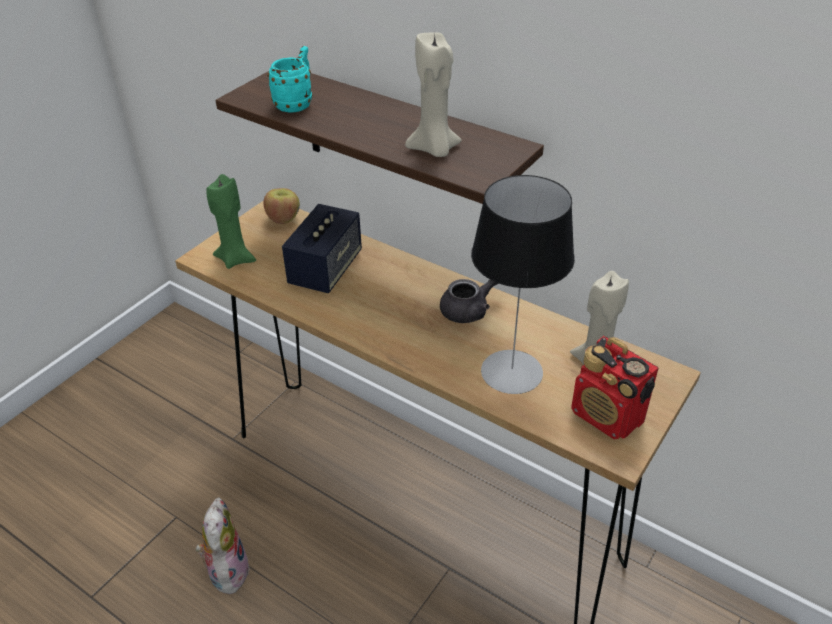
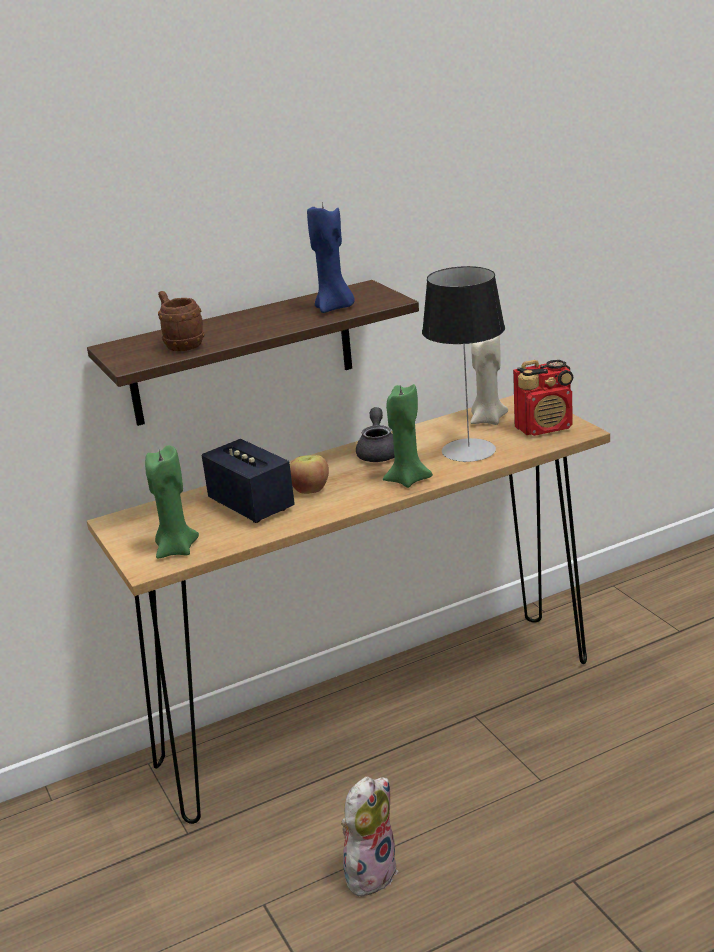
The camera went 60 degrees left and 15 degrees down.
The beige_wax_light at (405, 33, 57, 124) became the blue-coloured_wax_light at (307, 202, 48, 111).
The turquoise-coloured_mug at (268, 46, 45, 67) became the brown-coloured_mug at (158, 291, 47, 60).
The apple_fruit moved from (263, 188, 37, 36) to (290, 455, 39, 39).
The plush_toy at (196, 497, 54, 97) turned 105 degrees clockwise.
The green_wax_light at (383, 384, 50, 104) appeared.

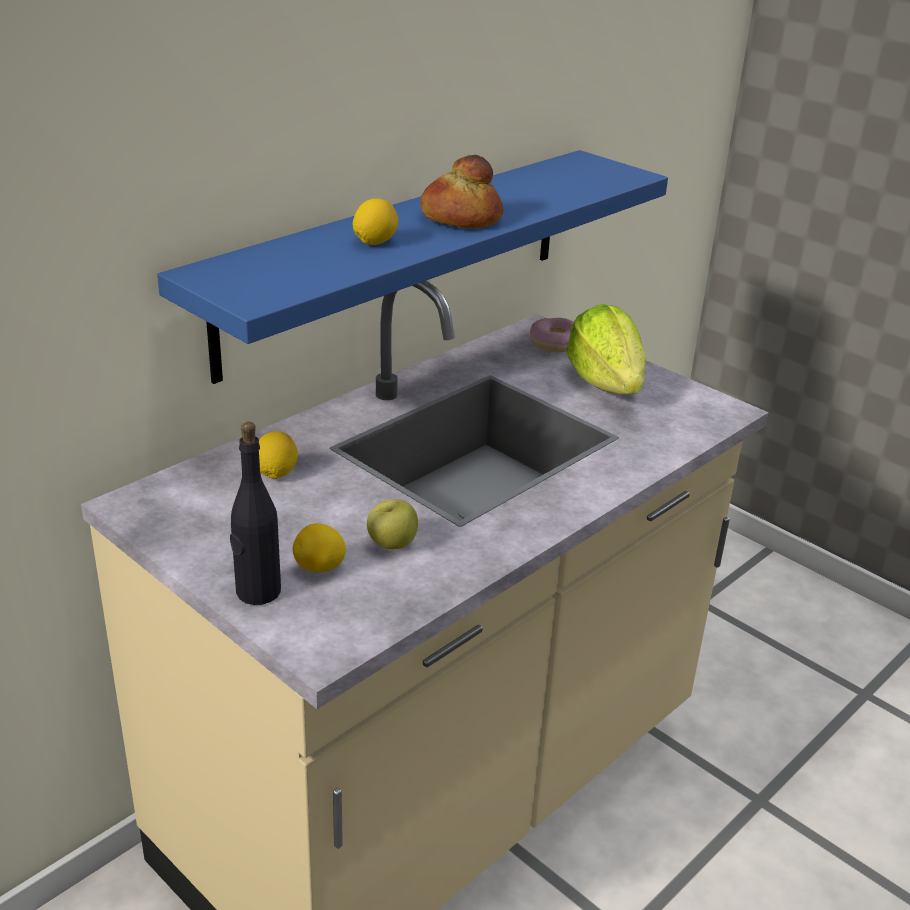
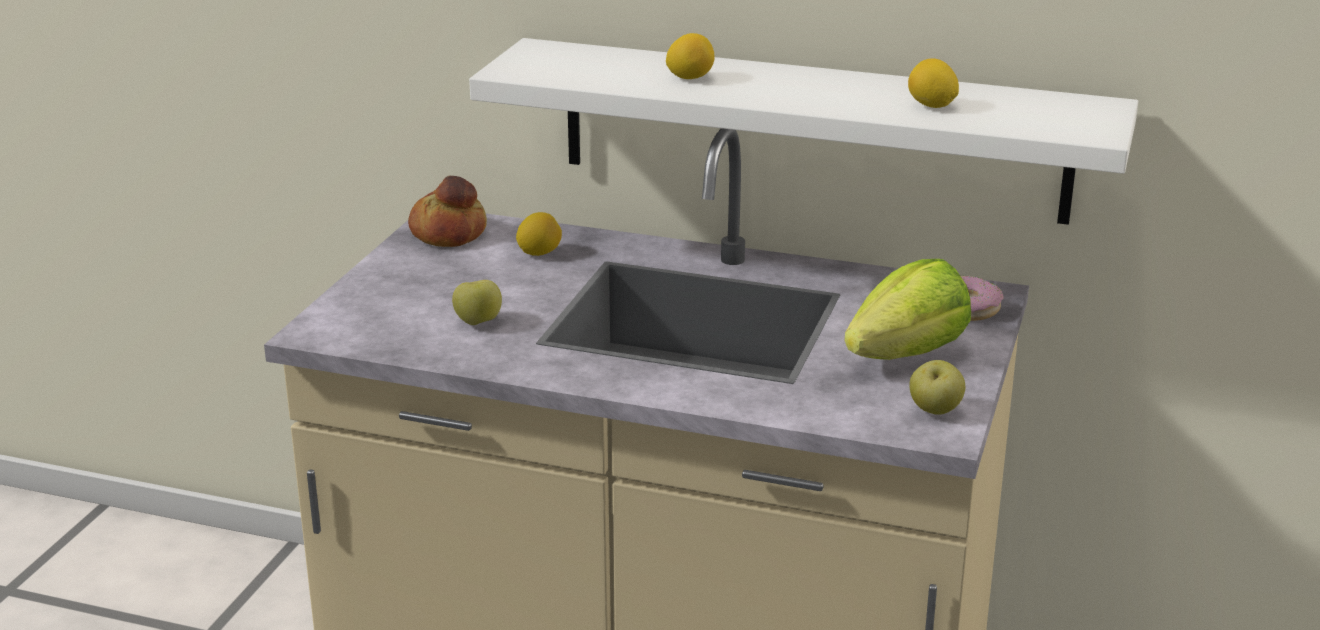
The camera went 65 degrees right and 5 degrees down.
The blue-coloured_bracket_shelf at (157, 150, 511, 234) became the white_bracket_shelf at (469, 38, 669, 187).
The bakery_bread moved from (420, 155, 83, 73) to (408, 176, 79, 71).
The blackish_drink_bottle at (230, 422, 51, 183) disappeared.
The whole_lemon moved from (293, 523, 53, 49) to (908, 58, 51, 50).
The apple_fruit at (909, 360, 56, 55) appeared.

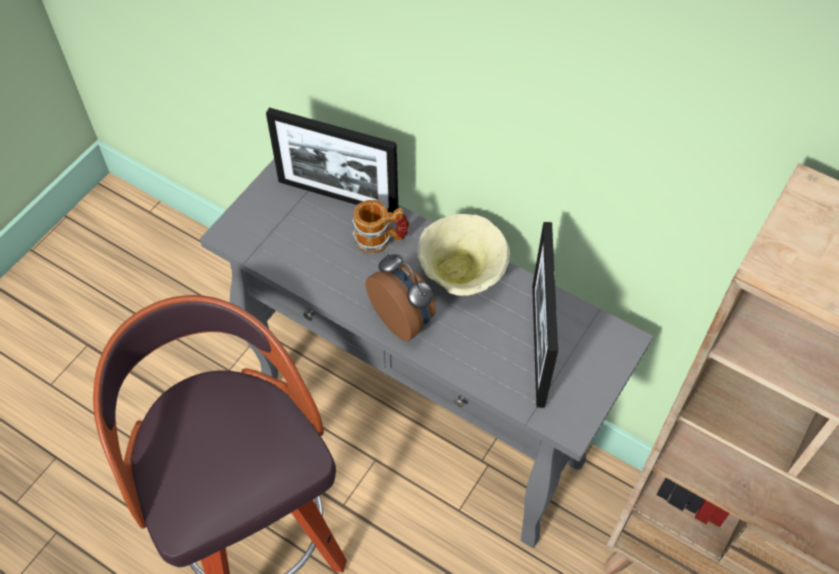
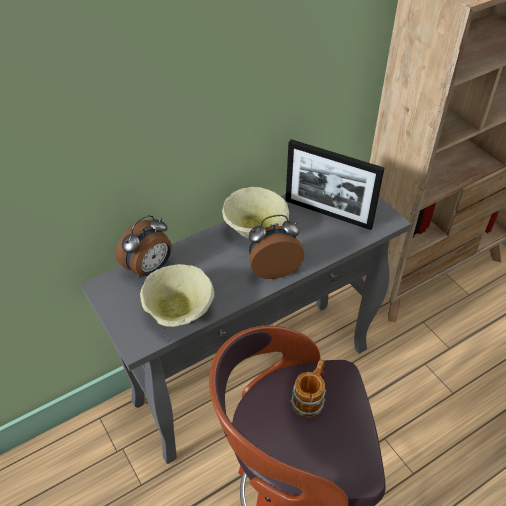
The camera went 65 degrees left and 10 degrees down.
The picture_frame at (266, 108, 132, 105) was replaced by the table_clock at (115, 215, 57, 63).
The mug moved from (352, 200, 57, 53) to (290, 360, 36, 58).
The beige_deep_dish at (140, 264, 74, 63) appeared.

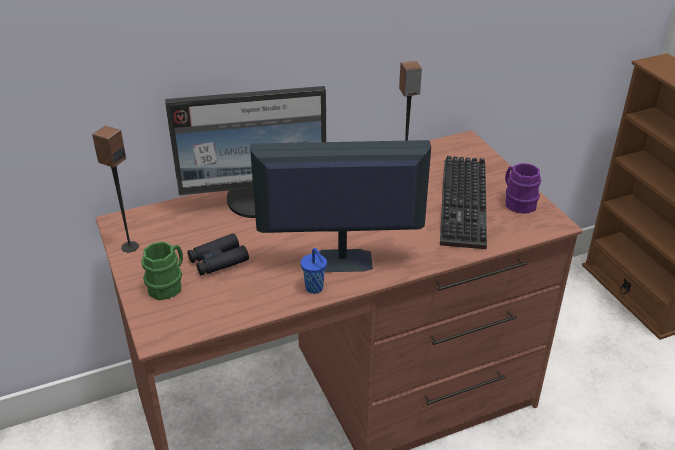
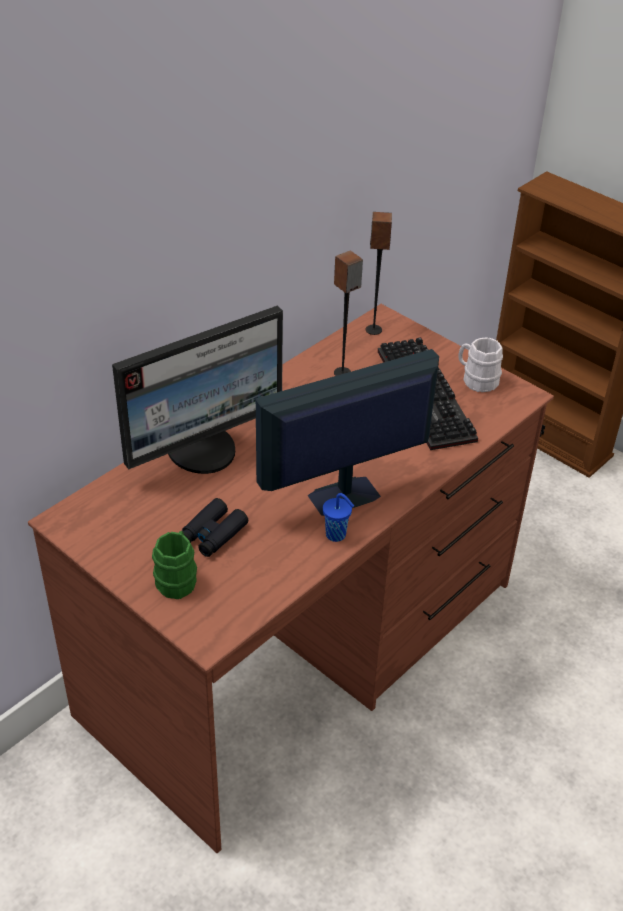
The camera went 25 degrees left and 5 degrees up.
The speaker moved from (92, 126, 47, 126) to (366, 212, 26, 123).
The purple_mug at (505, 163, 36, 51) became the white_mug at (458, 337, 45, 55).

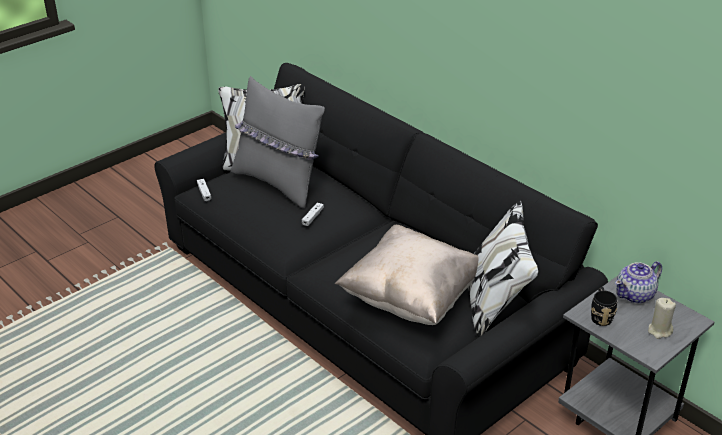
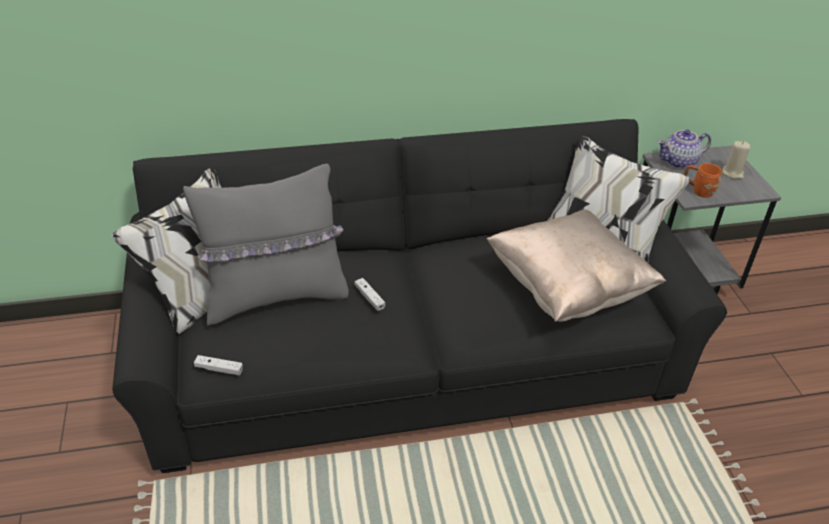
The camera went 60 degrees left and 5 degrees up.
The tea_pot at (615, 261, 47, 42) turned 75 degrees clockwise.
The blackish_mug at (591, 287, 26, 39) became the orangey_mug at (684, 163, 38, 35).

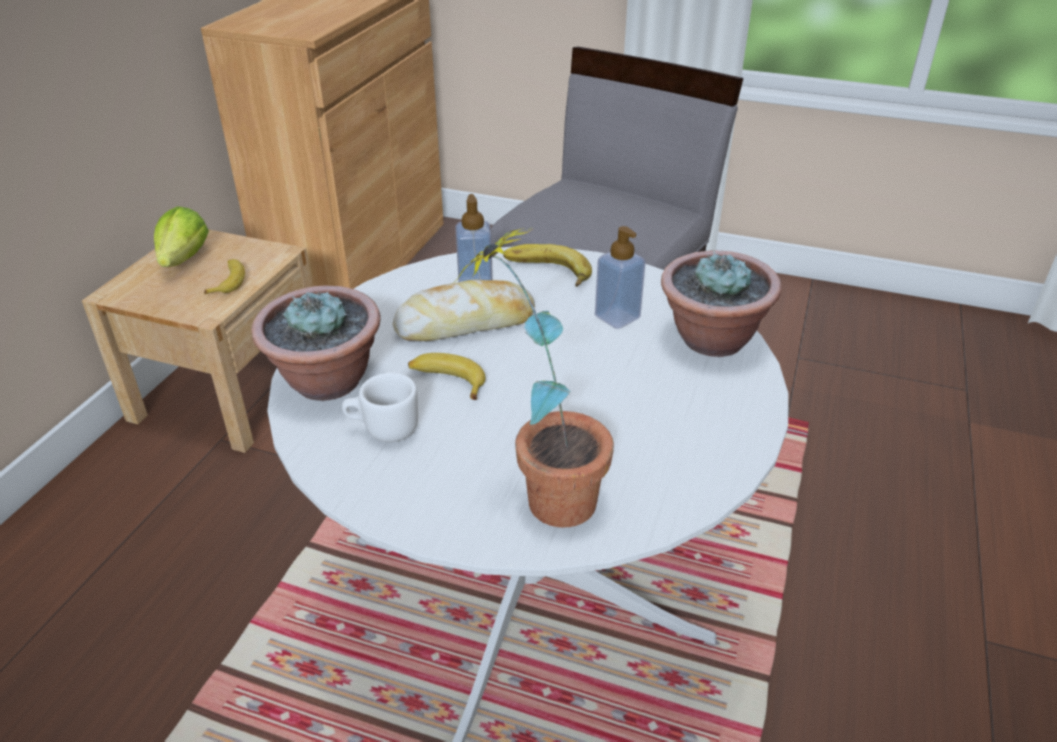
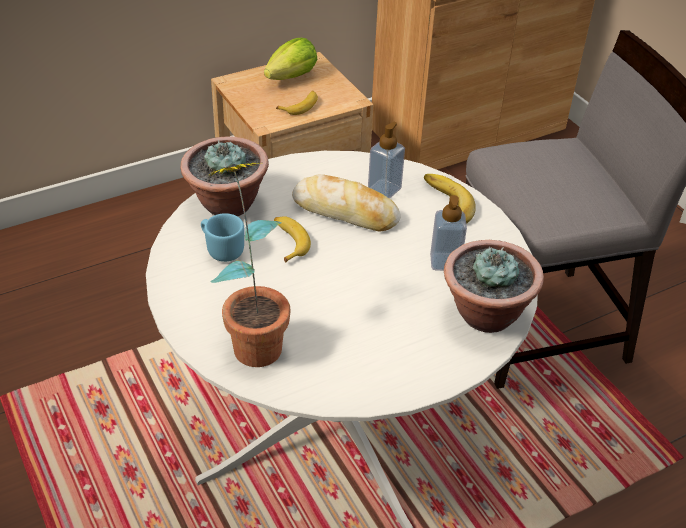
The camera went 40 degrees right and 5 degrees up.
The white_mug at (342, 373, 76, 69) became the blue-coloured_mug at (201, 213, 43, 49).

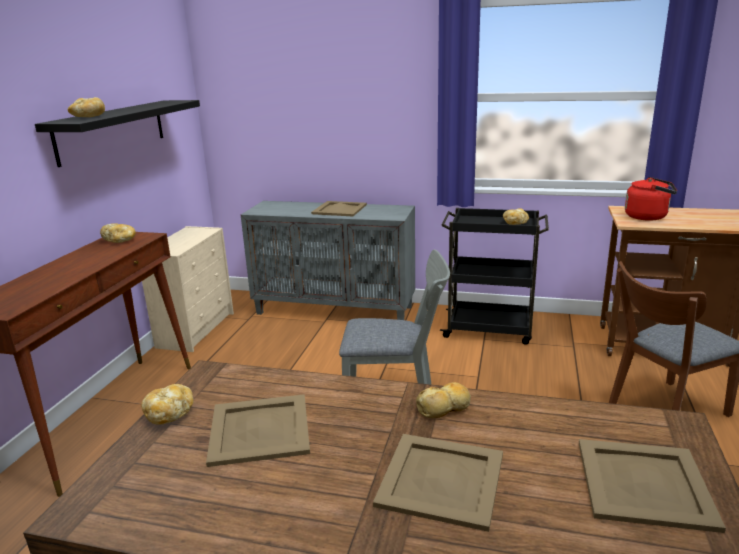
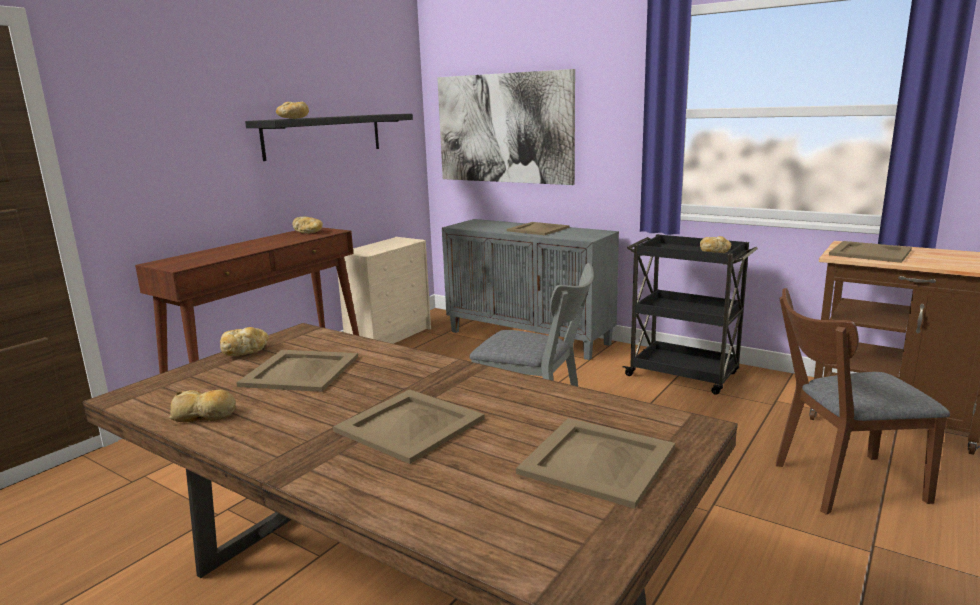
The camera went 20 degrees right and 5 degrees down.
The red_water_kettle at (625, 177, 52, 44) was replaced by the beige_tray at (829, 241, 83, 22).
The bakery_bread moved from (416, 382, 55, 36) to (169, 390, 67, 32).
The wall_picture at (437, 69, 138, 116) appeared.

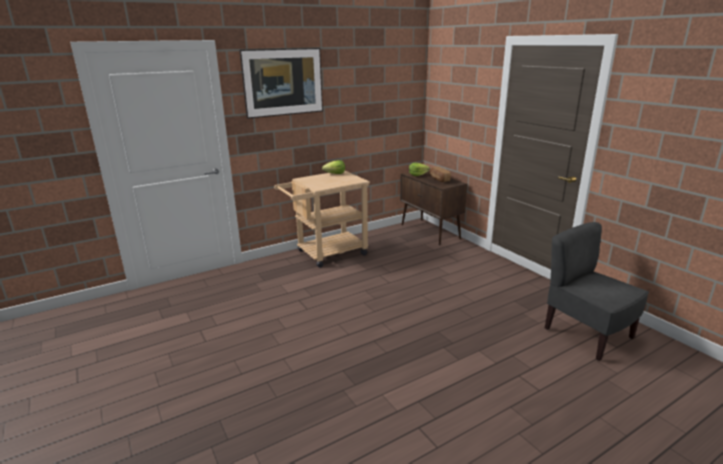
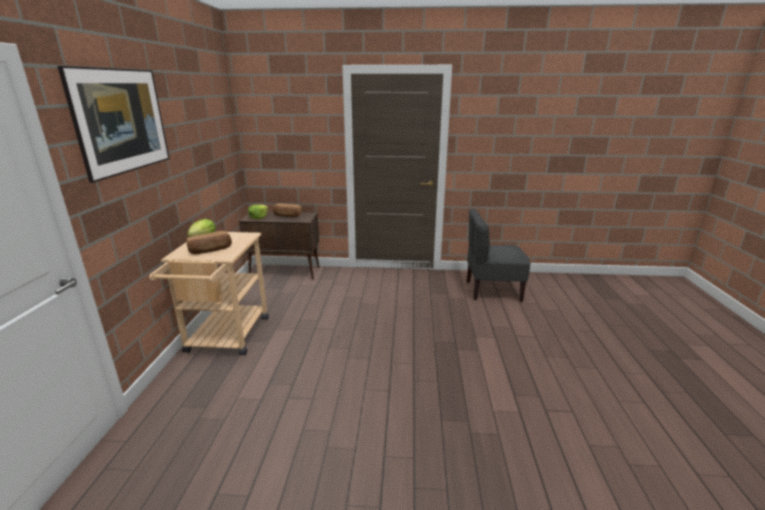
The camera went 55 degrees left and 0 degrees up.
The bakery_bread at (186, 231, 46, 24) appeared.

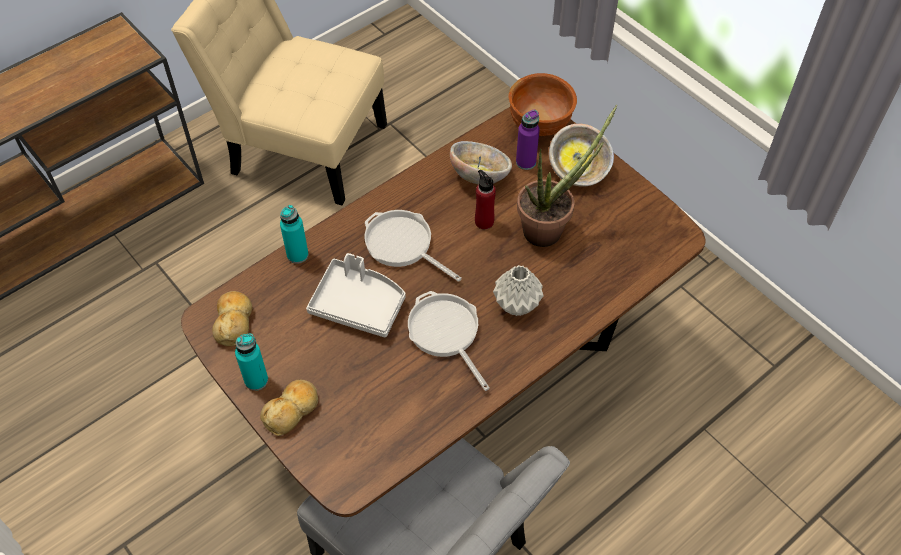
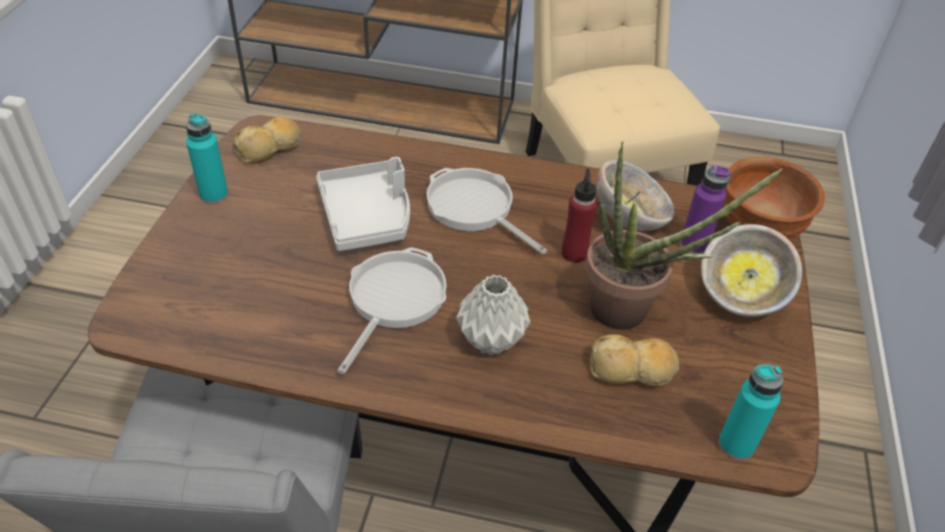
The camera went 50 degrees right and 10 degrees down.
The turquoise-coloured_drink_bottle moved from (280, 205, 29, 59) to (719, 364, 64, 96).
The pan at (364, 210, 98, 72) turned 45 degrees counterclockwise.
The bakery_bread moved from (260, 380, 58, 56) to (590, 334, 89, 53).

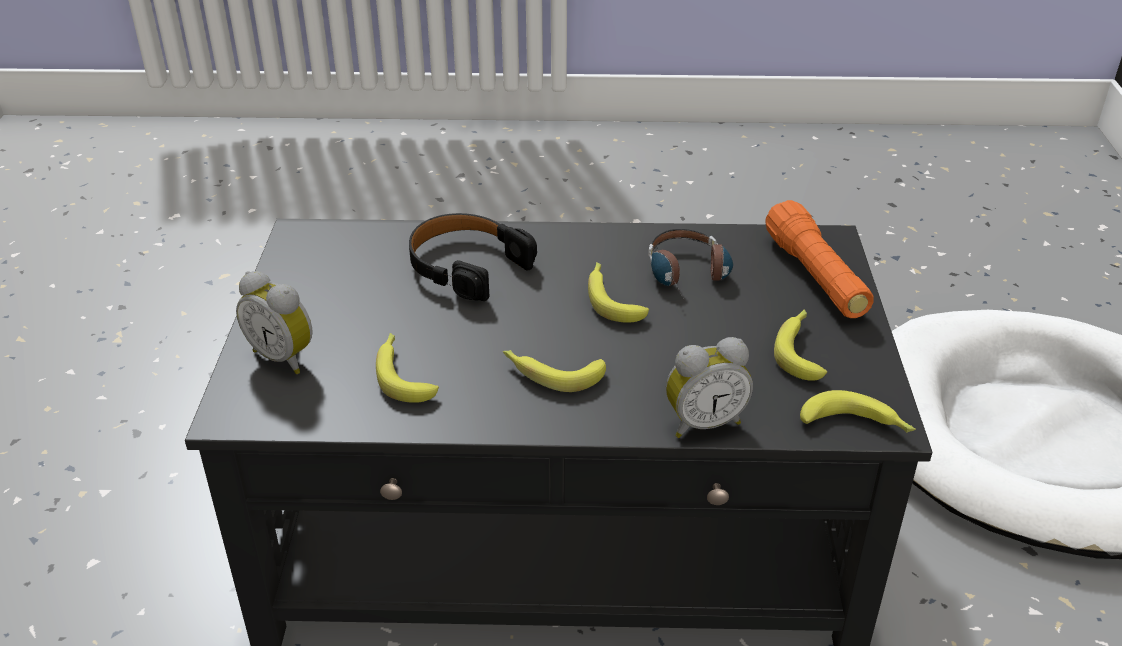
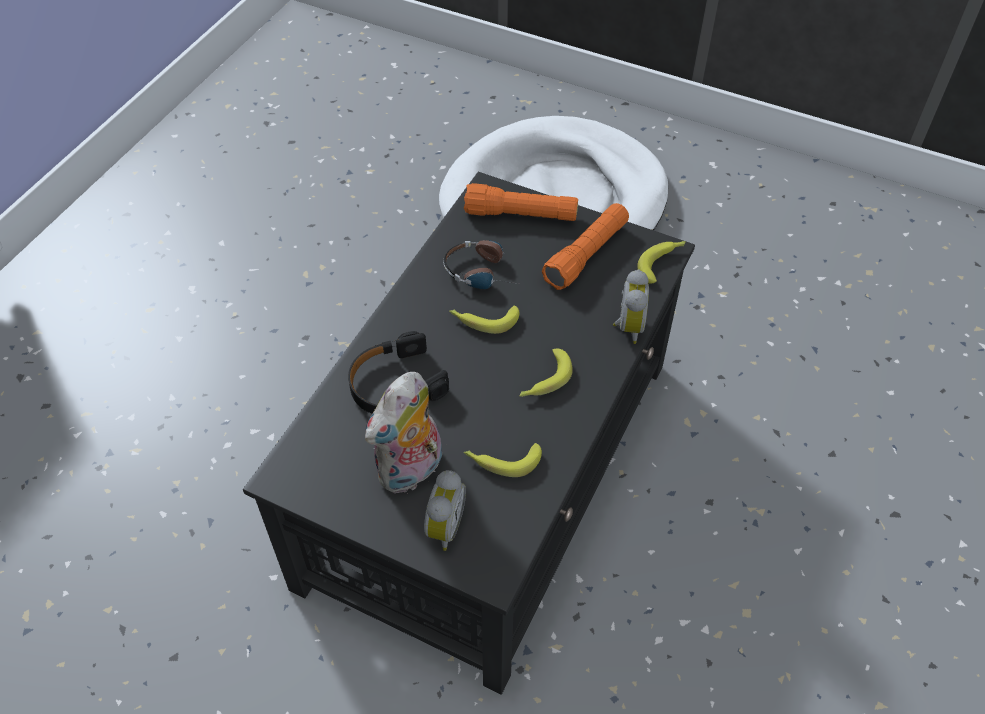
The camera went 65 degrees left and 15 degrees up.
The table_clock at (236, 271, 77, 103) turned 45 degrees counterclockwise.
The whole_banana at (774, 310, 53, 71) was replaced by the orangey_torch at (542, 203, 87, 87).
The plush_toy at (365, 372, 77, 122) appeared.

